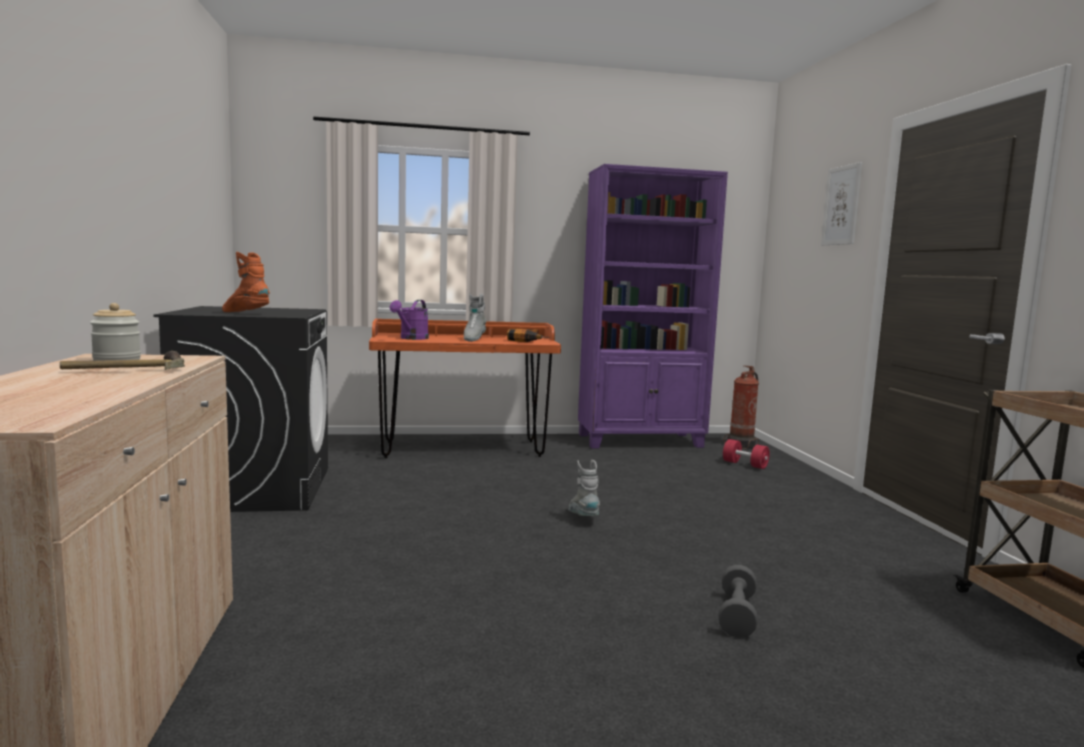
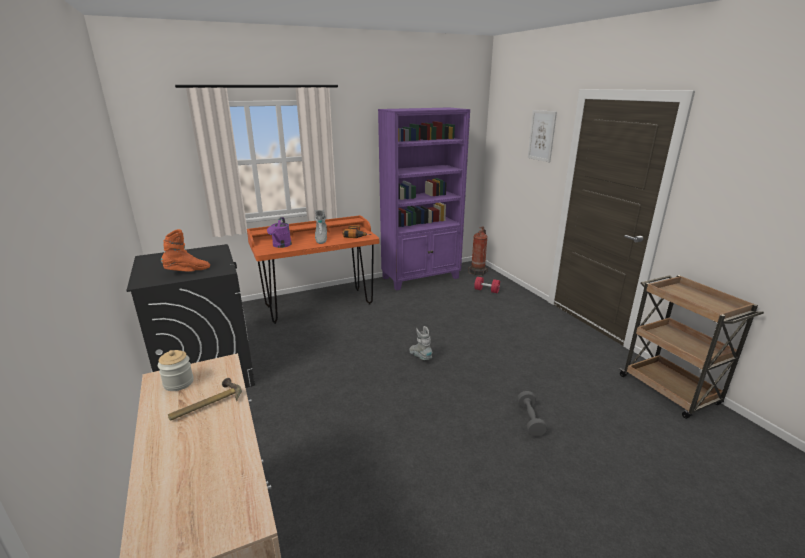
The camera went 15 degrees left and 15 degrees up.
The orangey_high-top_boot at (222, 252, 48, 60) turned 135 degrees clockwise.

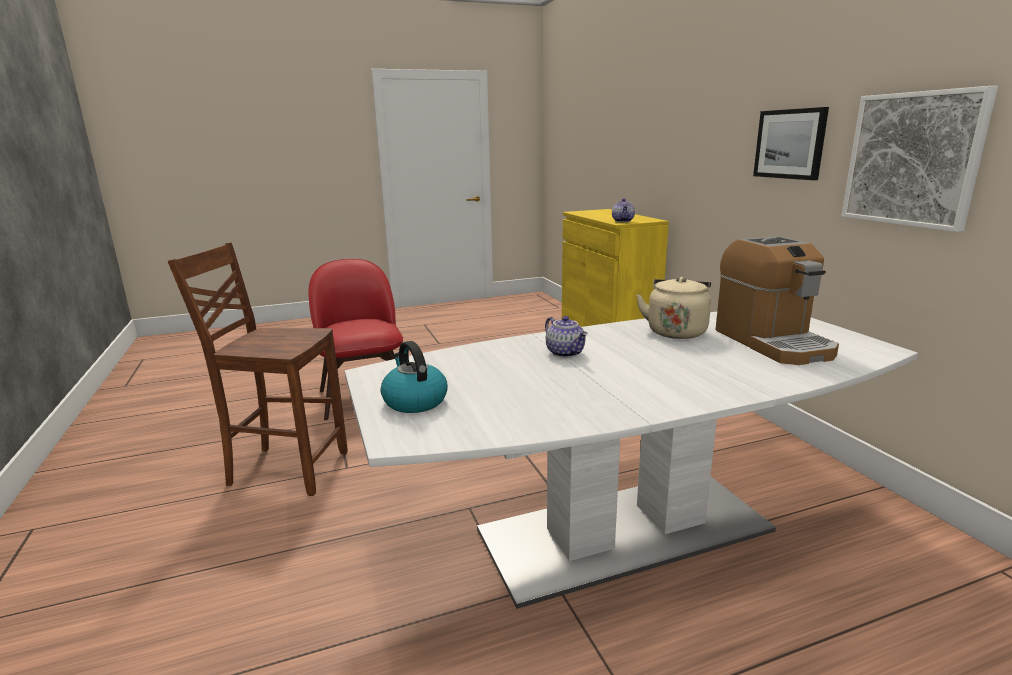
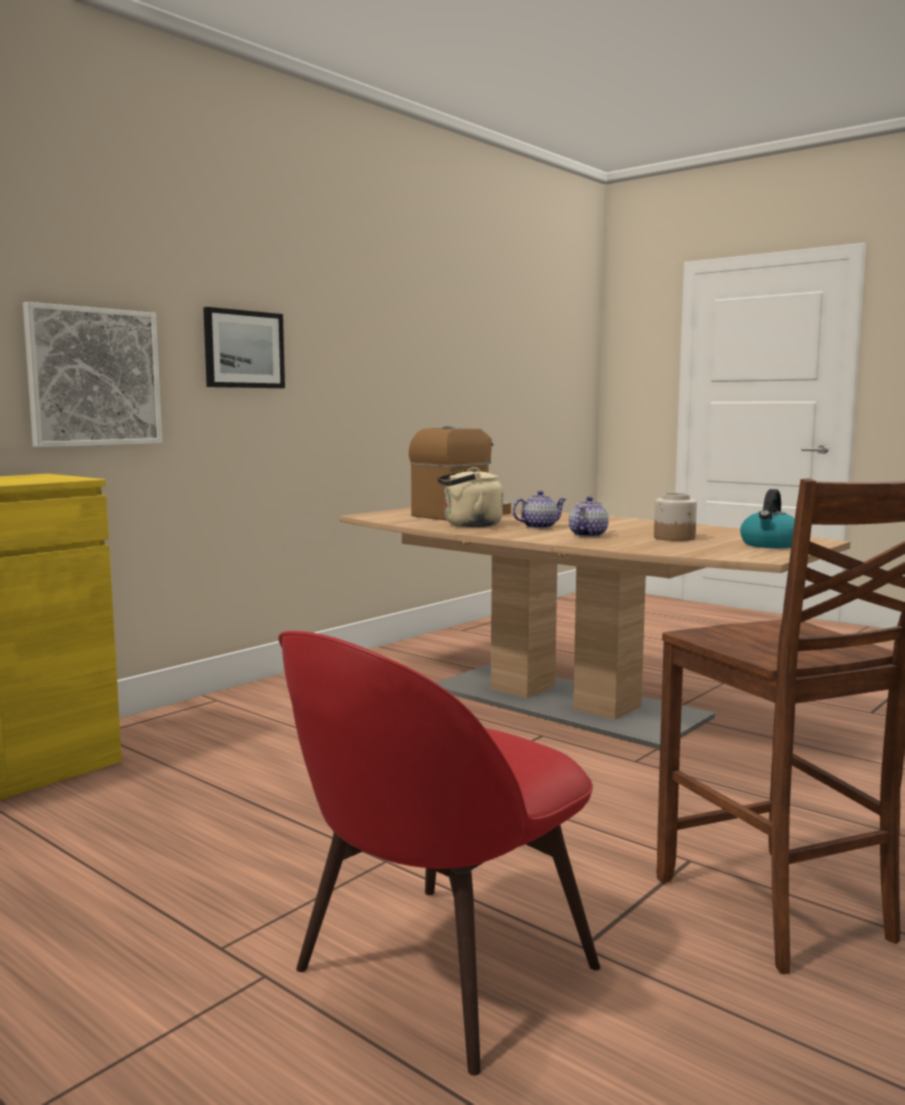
The camera went 120 degrees left and 10 degrees down.
The wall_picture moved from (841, 86, 157, 146) to (23, 302, 139, 145).
The tea_pot moved from (612, 198, 23, 24) to (512, 491, 55, 38).
The white_kitchen_table at (345, 312, 573, 297) became the brown-coloured_kitchen_table at (340, 508, 510, 241).
The storage_jar at (654, 493, 43, 48) appeared.

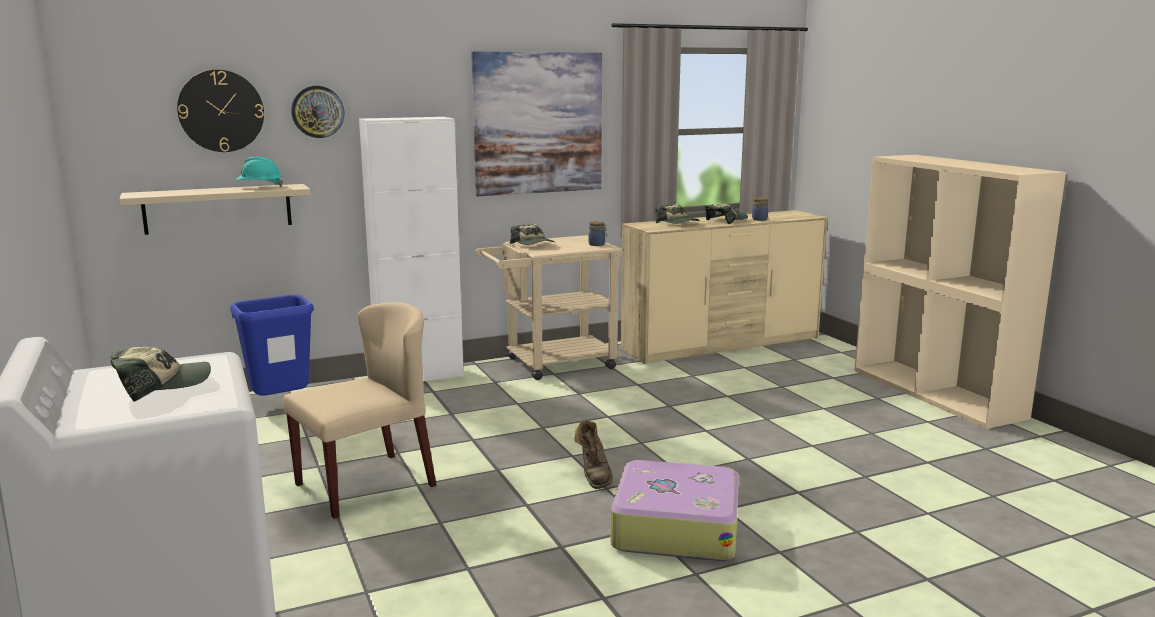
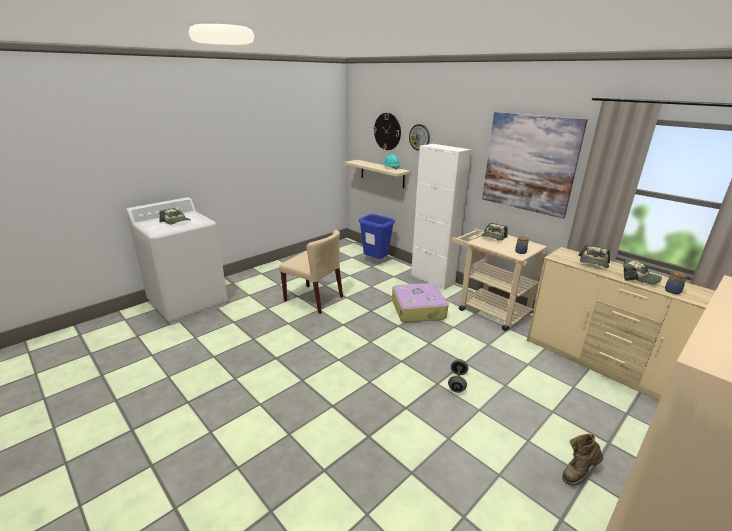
The camera went 70 degrees right and 10 degrees up.
The brown-coloured_high-top_boot moved from (574, 419, 39, 70) to (562, 433, 42, 53).
The travel_case moved from (611, 460, 128, 101) to (392, 283, 57, 40).
The gray_hand_weight at (448, 359, 21, 34) appeared.

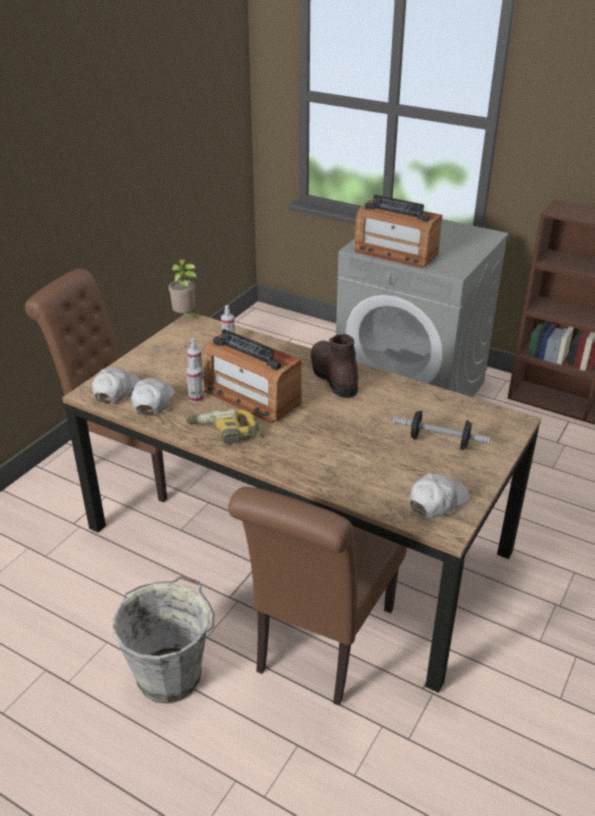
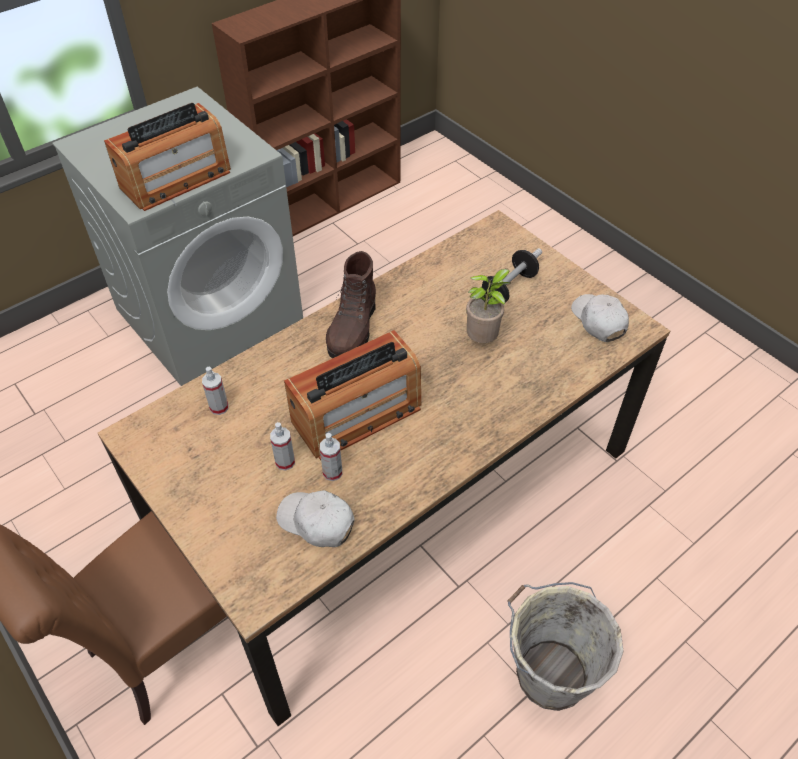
The camera went 70 degrees left and 15 degrees up.
The plant_in_a_pot moved from (169, 259, 30, 62) to (466, 269, 44, 74).
The brown-coloured_high-top_boot at (311, 334, 47, 64) turned 75 degrees counterclockwise.
The white_baseball_cap at (92, 367, 48, 36) disappeared.
The electric_drill at (186, 409, 78, 36) disappeared.
The brown-coloured_chair at (228, 487, 179, 219) disappeared.

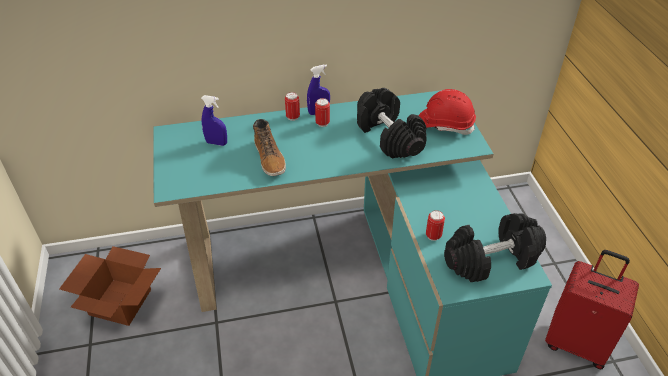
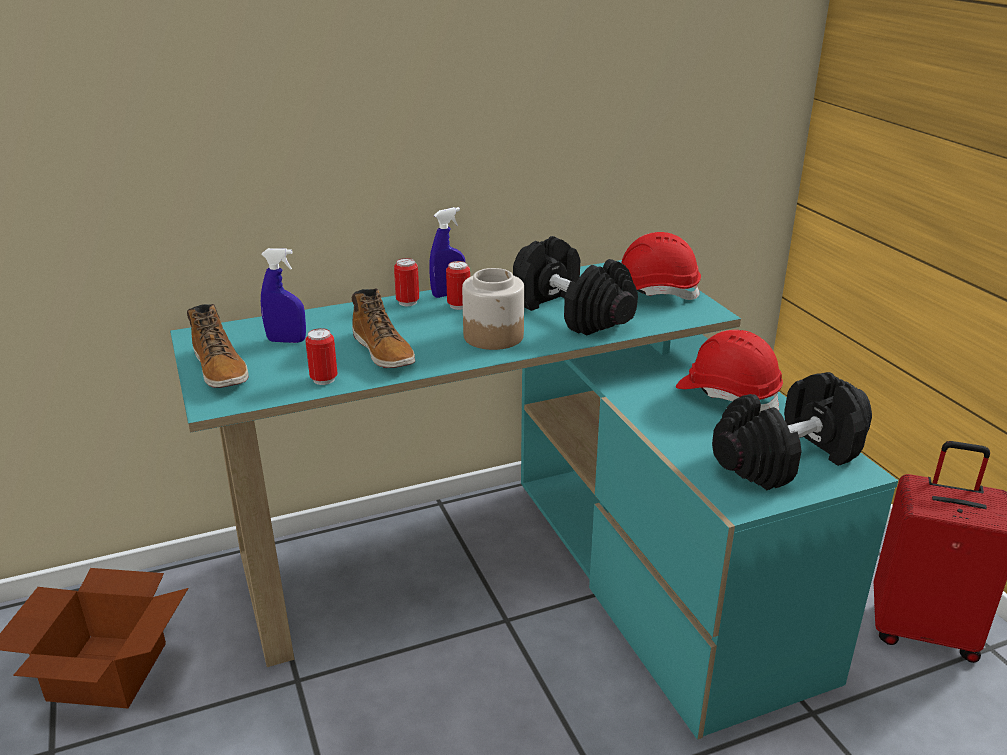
The camera went 10 degrees left and 15 degrees down.
The sealed_can moved from (426, 210, 19, 31) to (305, 328, 32, 57).
The storage_jar at (462, 268, 62, 82) appeared.
The high-top_boot at (187, 304, 62, 84) appeared.
The red_work_helmet at (676, 330, 107, 82) appeared.

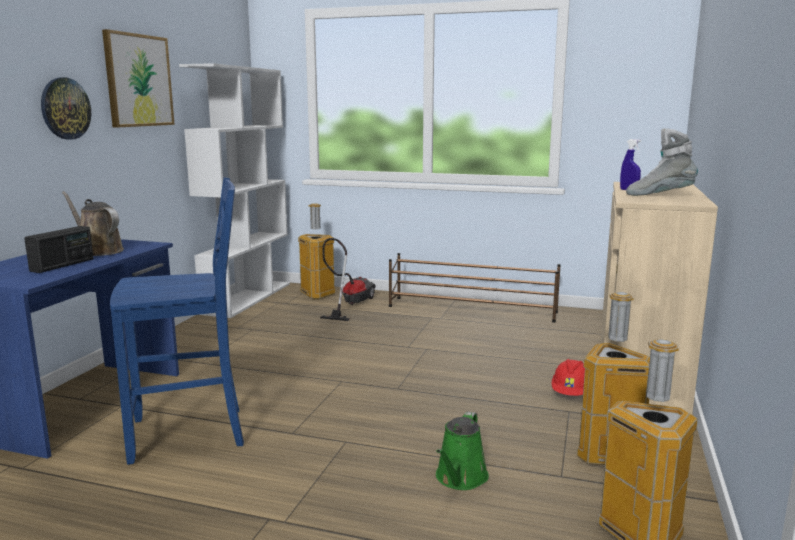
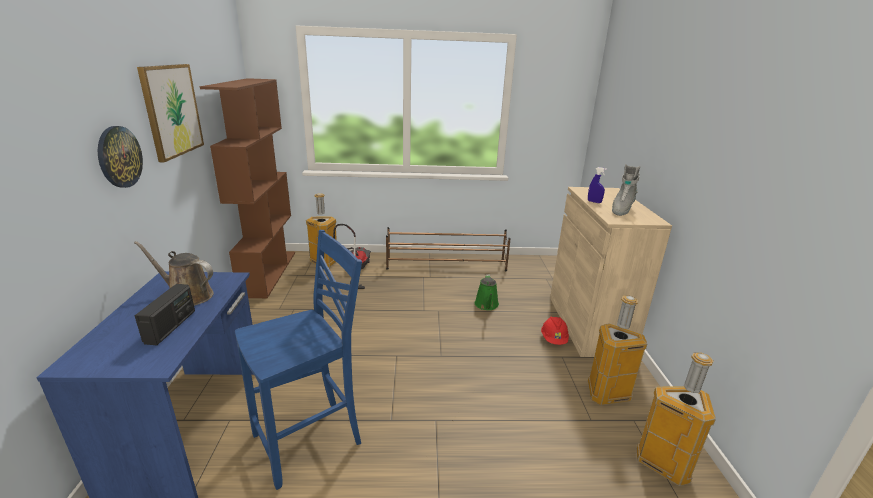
The camera went 20 degrees left and 10 degrees up.
The white_bookshelf at (179, 63, 111, 255) became the brown-coloured_bookshelf at (200, 78, 95, 220).
The gray_high-top_boot at (626, 128, 72, 68) turned 45 degrees counterclockwise.
The green_sprinkling_can moved from (436, 411, 53, 79) to (475, 274, 24, 36).

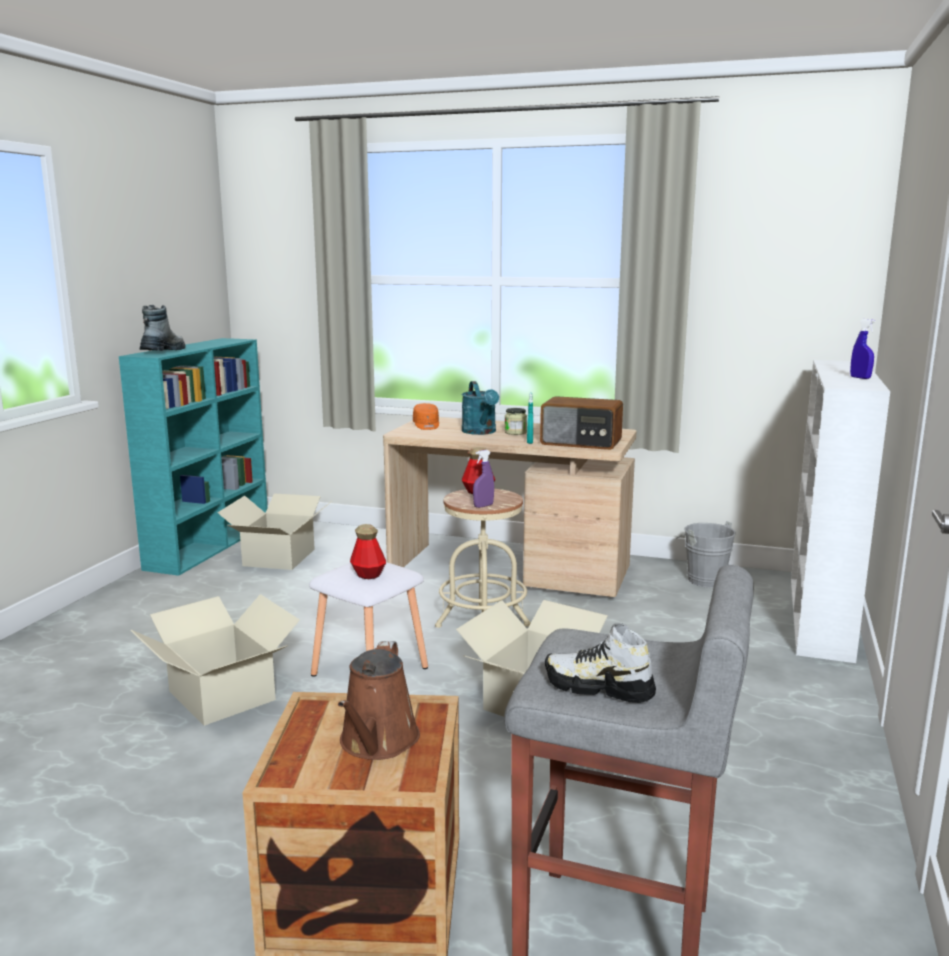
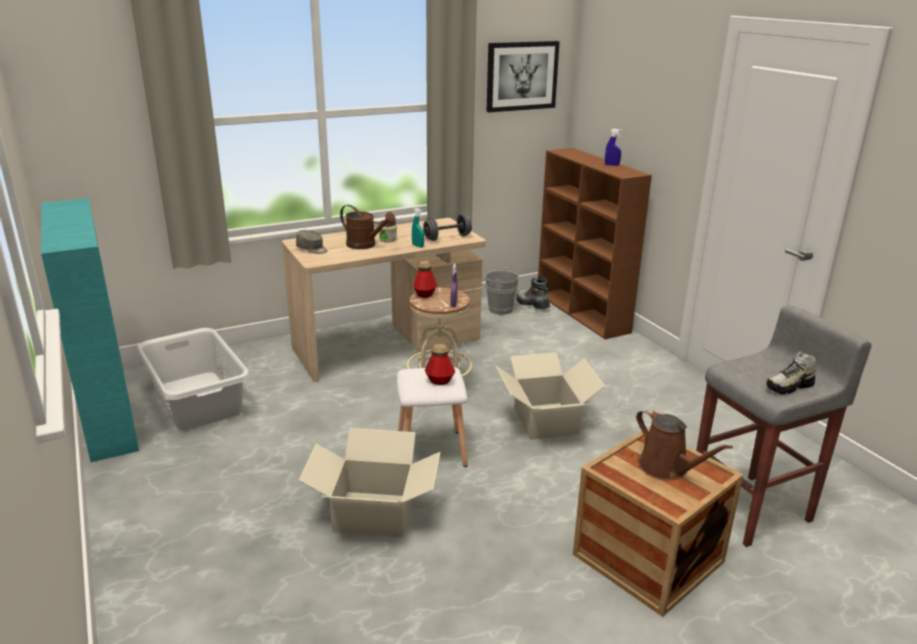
The camera went 45 degrees left and 10 degrees up.
The high-top_boot moved from (140, 305, 46, 46) to (516, 276, 34, 33).
The white_bookshelf at (791, 360, 99, 303) became the brown-coloured_bookshelf at (538, 148, 114, 191).
The turquoise-coloured_sprinkling_can at (462, 381, 37, 54) became the brown-coloured_sprinkling_can at (340, 205, 56, 44).
The radio at (540, 396, 83, 54) was replaced by the gray_hand_weight at (423, 213, 49, 28).
The orangey_baseball_cap at (413, 403, 26, 27) became the gray_baseball_cap at (296, 230, 31, 24).
The cardboard_box at (217, 494, 115, 76) was replaced by the gray_laundry_basket at (137, 328, 113, 102).
The wall_picture at (486, 41, 74, 72) appeared.

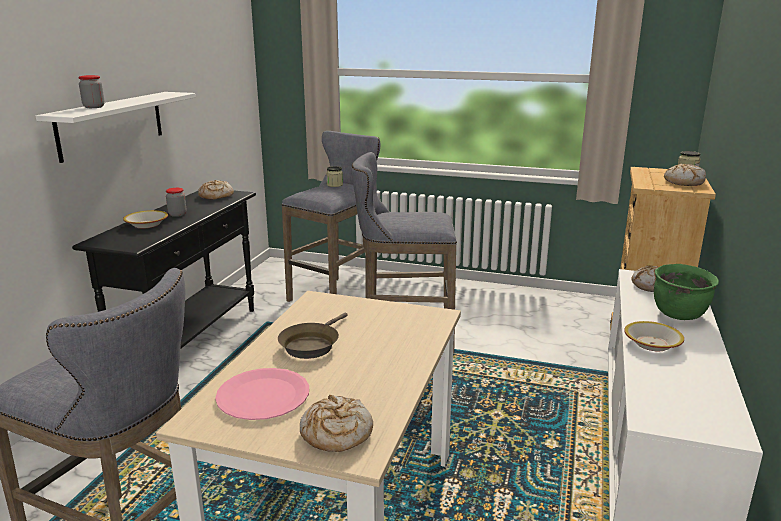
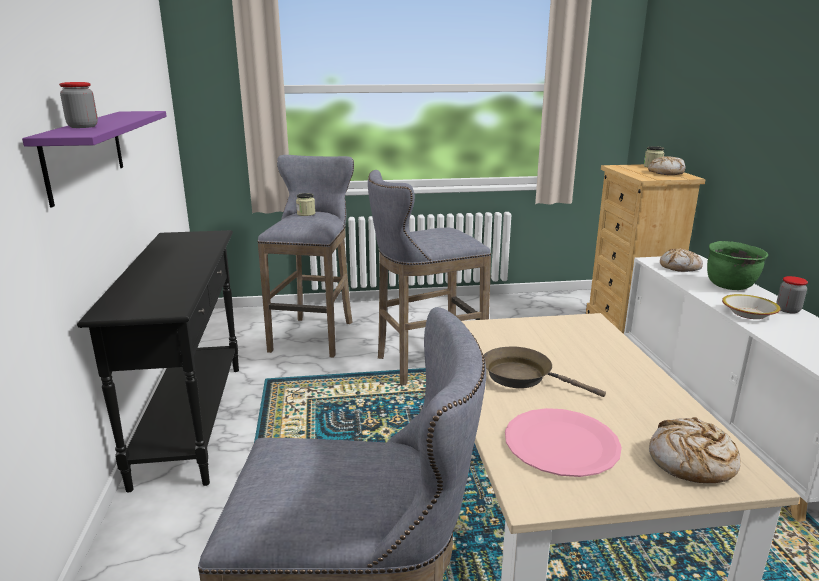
The camera went 25 degrees left and 0 degrees up.
The white_bracket_shelf at (36, 92, 160, 71) became the purple_bracket_shelf at (22, 111, 145, 96).
The bakery_bread at (198, 180, 36, 20) disappeared.
The storage_jar moved from (166, 188, 20, 29) to (776, 276, 32, 38).
The deep_dish at (123, 210, 45, 19) disappeared.
The brown-coloured_pan at (278, 312, 70, 47) turned 120 degrees clockwise.

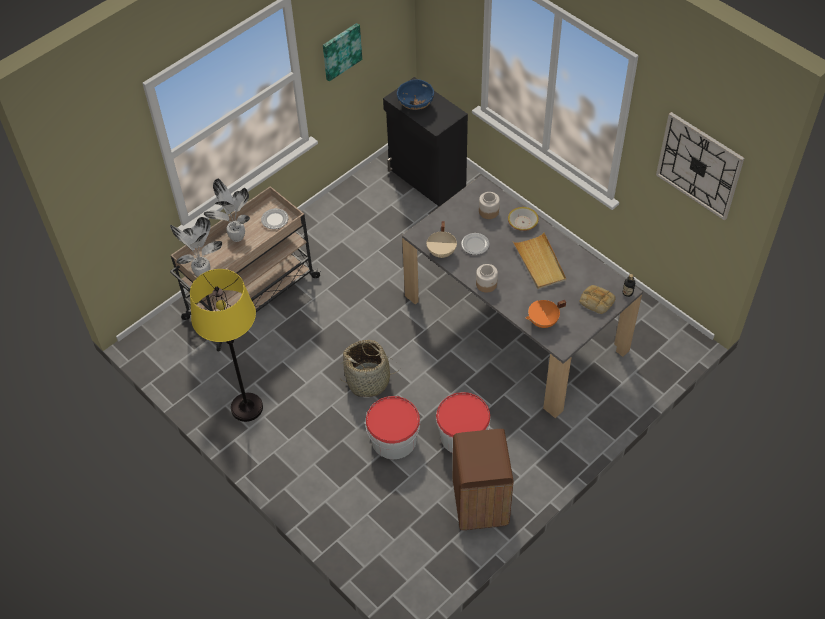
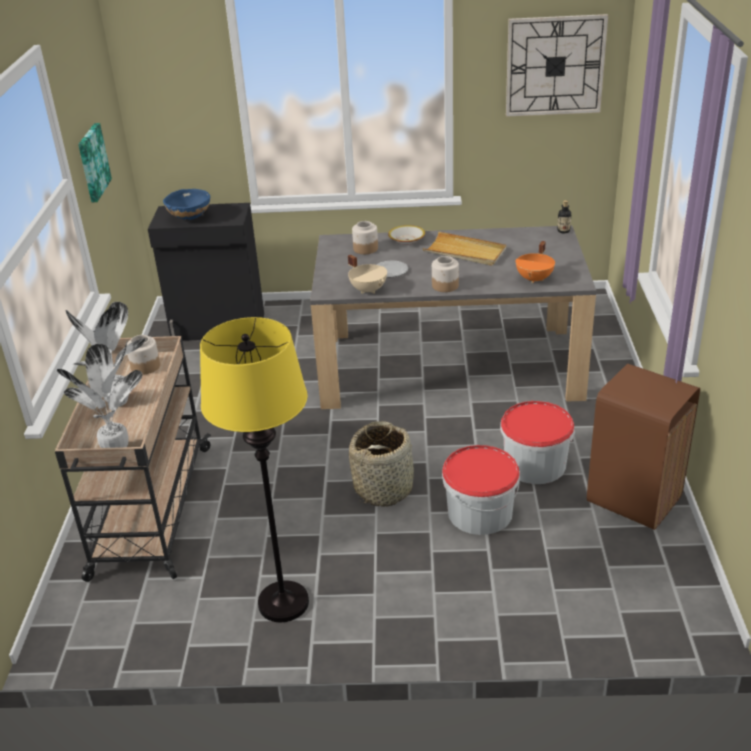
The camera went 45 degrees left and 20 degrees down.
The dinner_plate at (261, 208, 27, 21) was replaced by the storage_jar at (126, 335, 34, 40).
The bakery_bread at (579, 285, 37, 29) disappeared.

